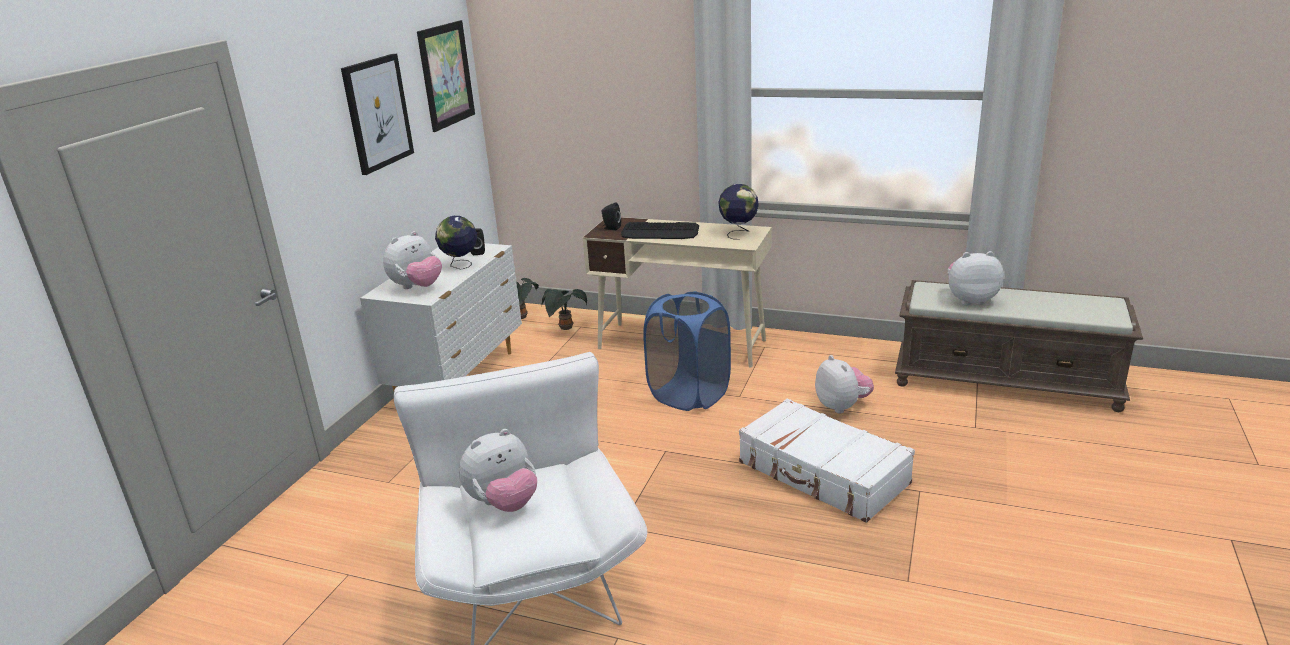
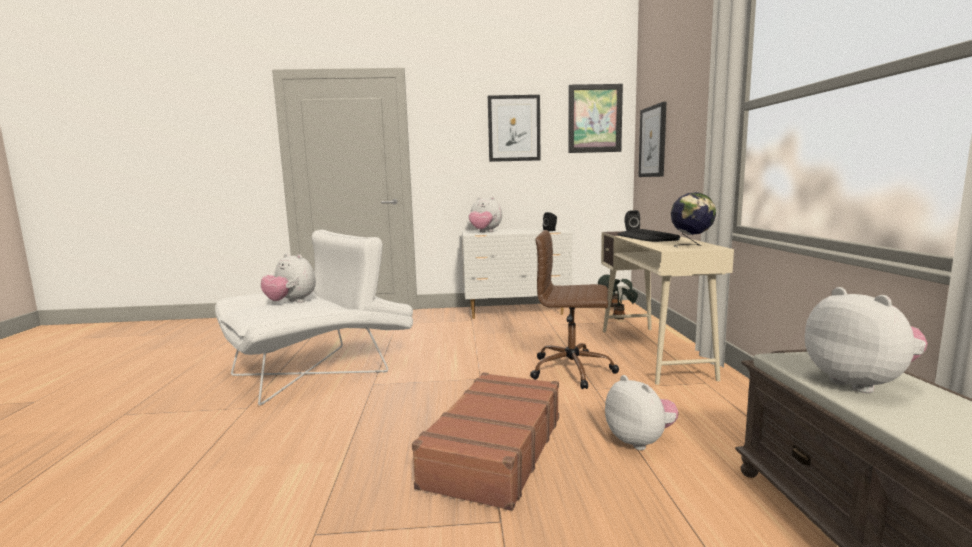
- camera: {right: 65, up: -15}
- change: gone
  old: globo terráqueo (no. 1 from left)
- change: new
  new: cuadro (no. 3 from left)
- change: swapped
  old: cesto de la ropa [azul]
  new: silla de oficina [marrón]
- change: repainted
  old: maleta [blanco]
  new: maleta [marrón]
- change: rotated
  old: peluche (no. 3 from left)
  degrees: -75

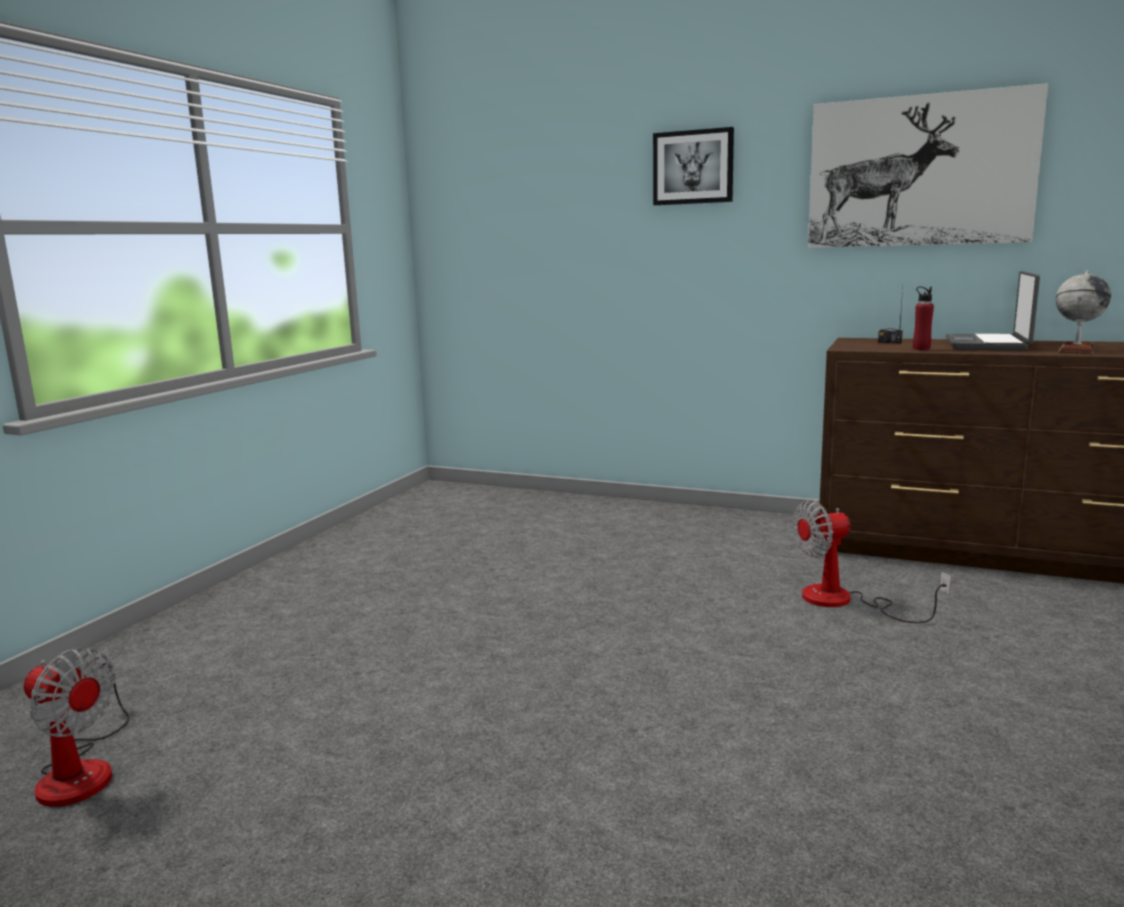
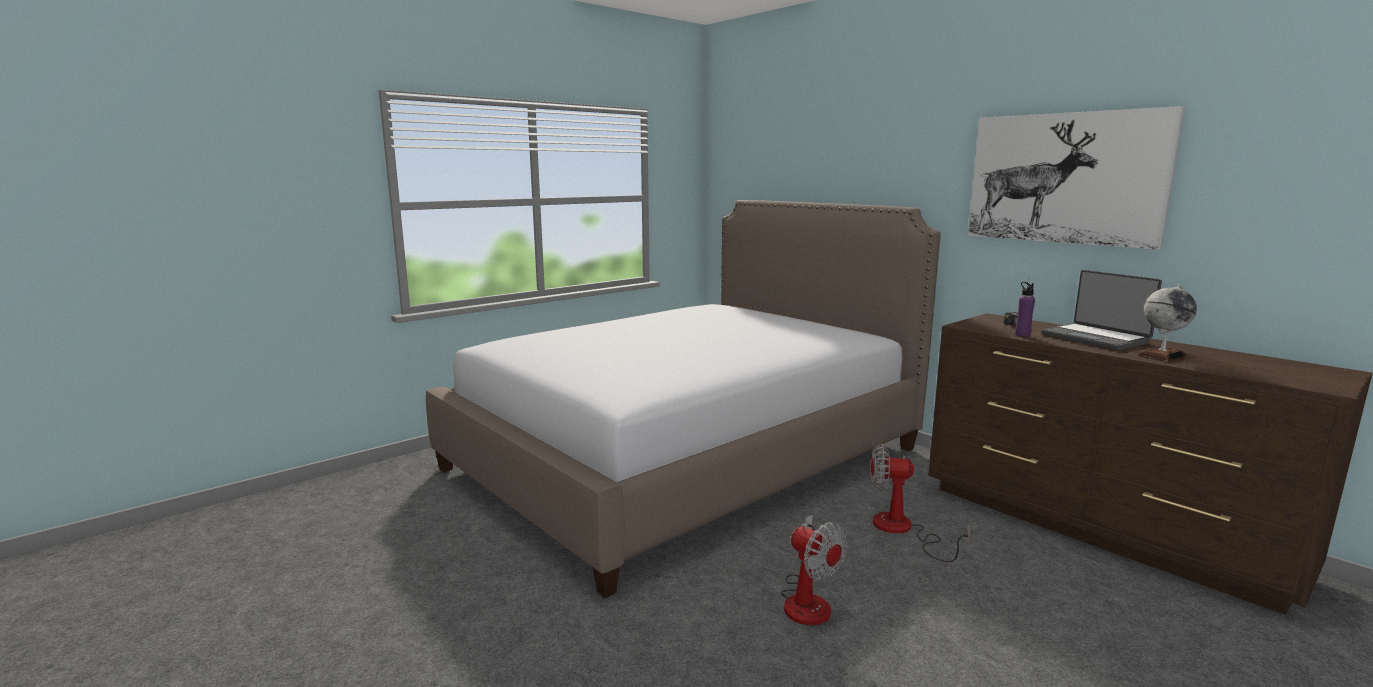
- camera: {right: 25, up: 0}
- change: gone
  old: cuadro (no. 1 from left)
- change: new
  new: cama
- change: shifted
  old: ventilador (no. 1 from left)
- change: repainted
  old: botella [rojo]
  new: botella [morado]
- change: rotated
  old: portátil
  degrees: -75

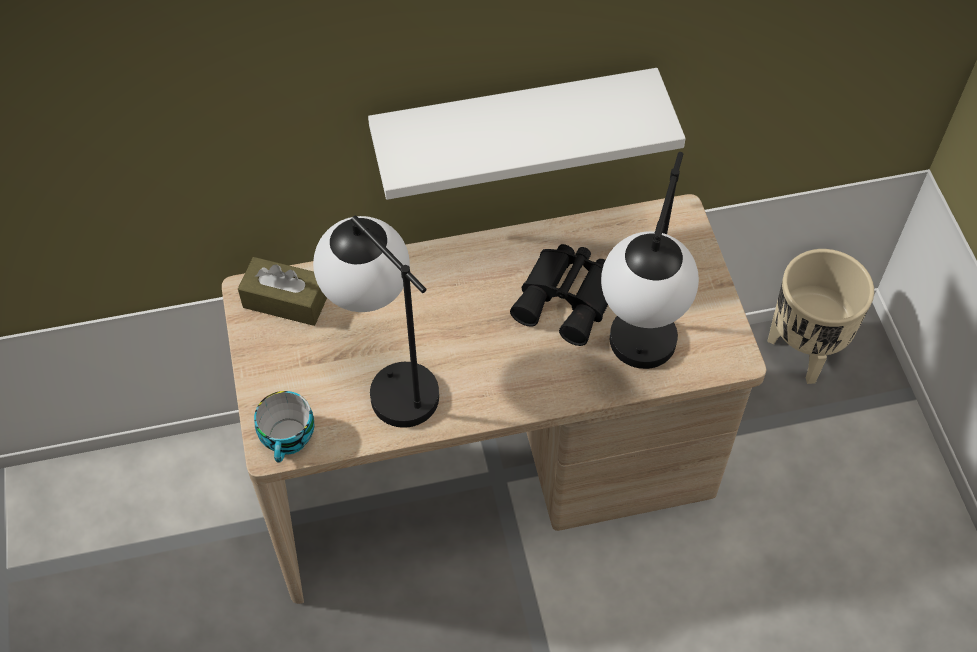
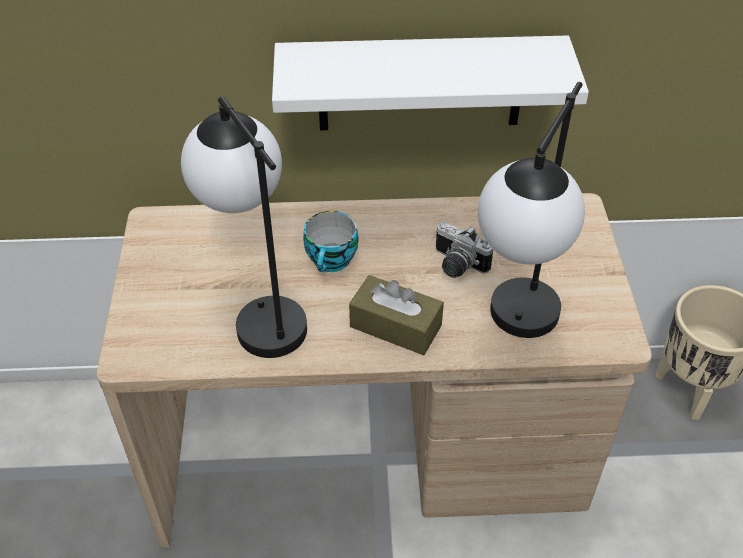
- camera: {right: 10, up: -10}
- change: shifted
  old: caja de pañuelos [marrón]
- change: shifted
  old: taza
- change: swapped
  old: prismáticos [negro]
  new: cámara

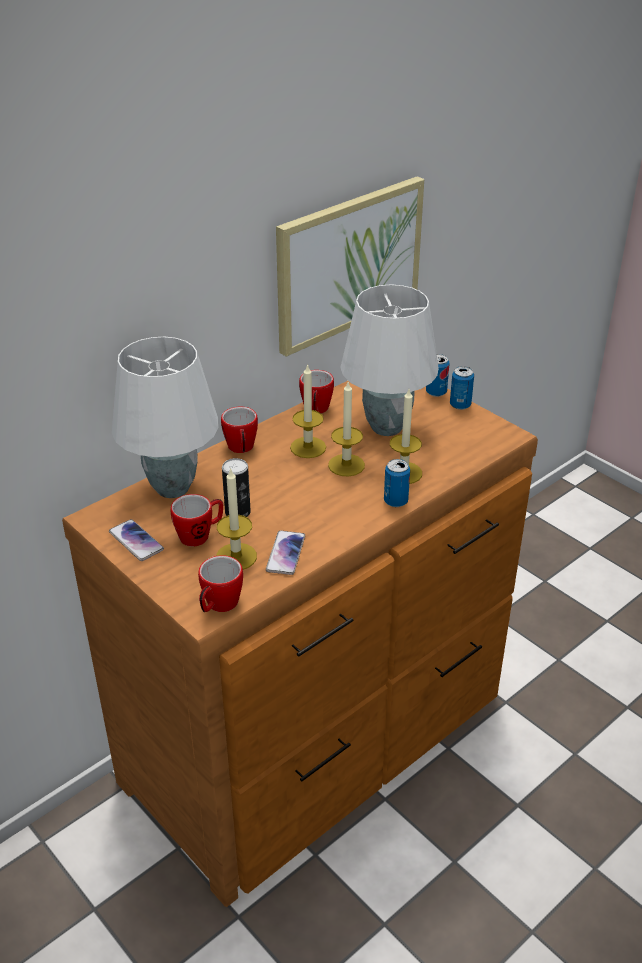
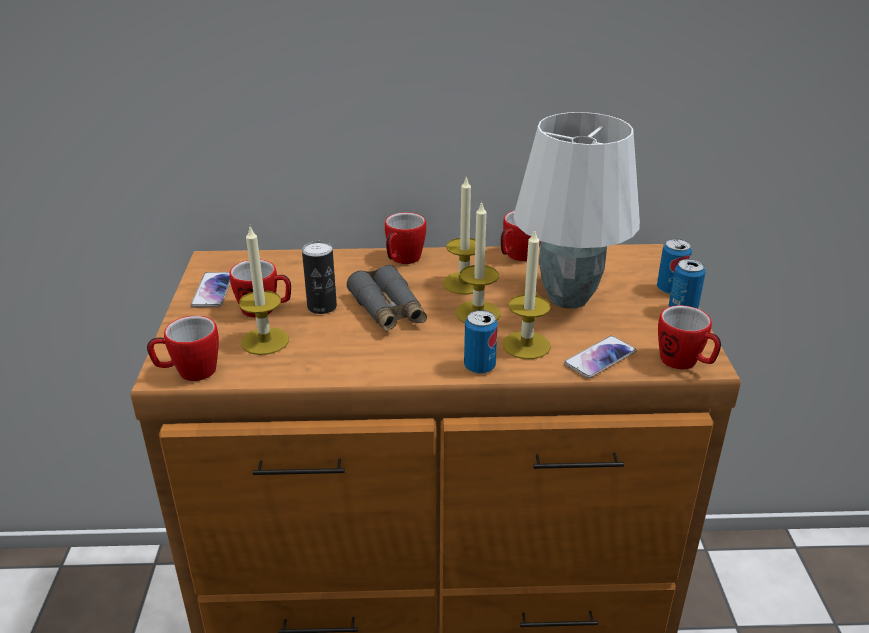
- camera: {right: 40, up: -5}
- change: gone
  old: lámpara de mesa [blanco] (no. 1 from left)
- change: gone
  old: cuadro
- change: new
  new: prismáticos [gris]
- change: new
  new: taza grande (no. 5 from left)
- change: shifted
  old: móvil (no. 2 from left)

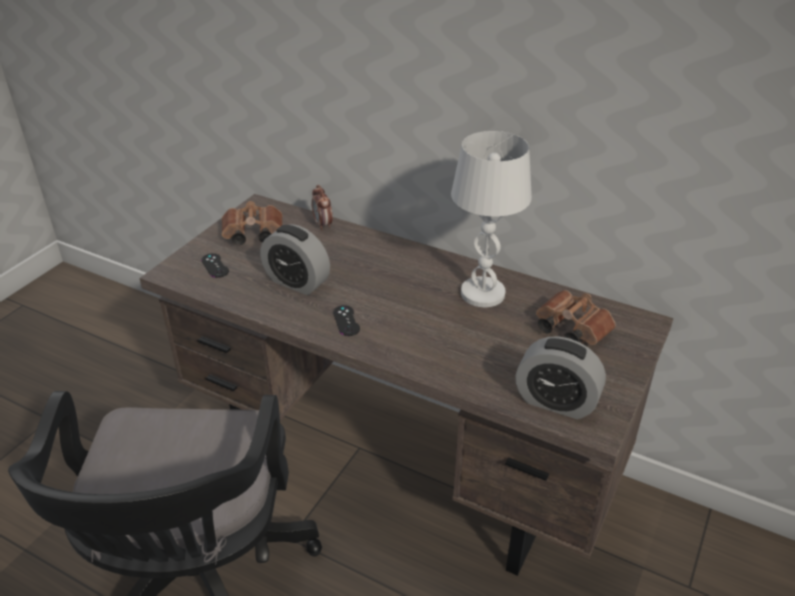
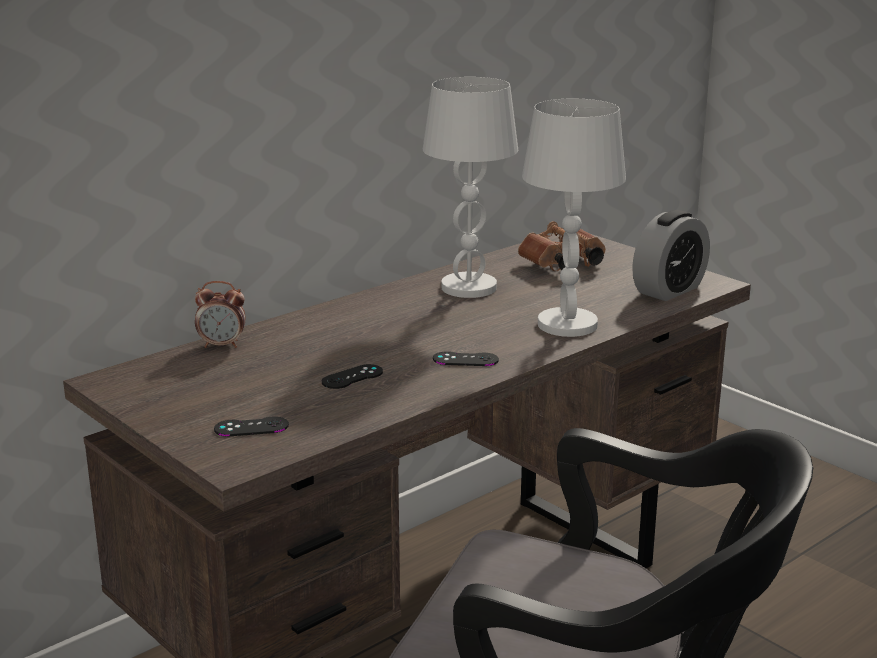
- camera: {right: -70, up: -15}
- change: gone
  old: prismáticos [marrón] (no. 1 from left)
- change: new
  new: lámpara de mesa [blanco] (no. 2 from left)
- change: swapped
  old: despertador (no. 1 from left)
  new: mando de consola [negro] (no. 2 from left)

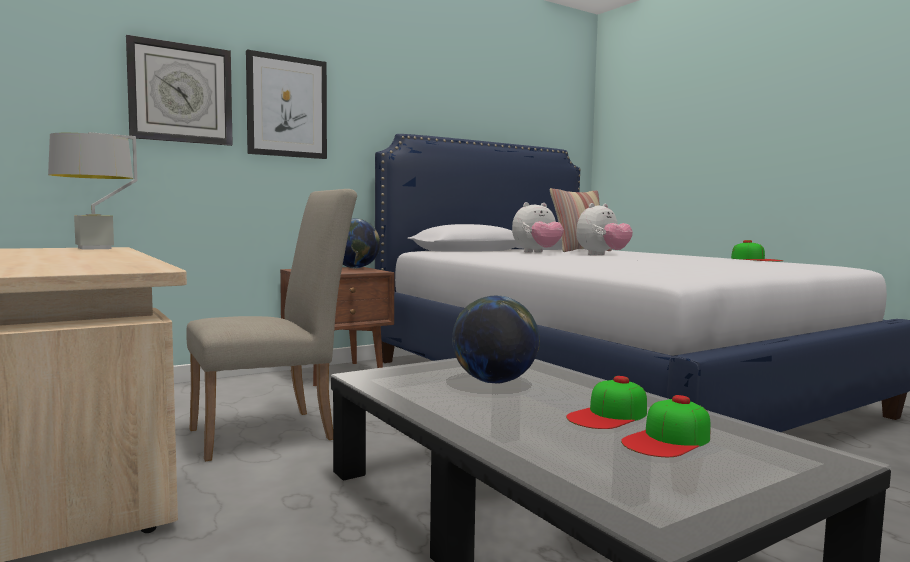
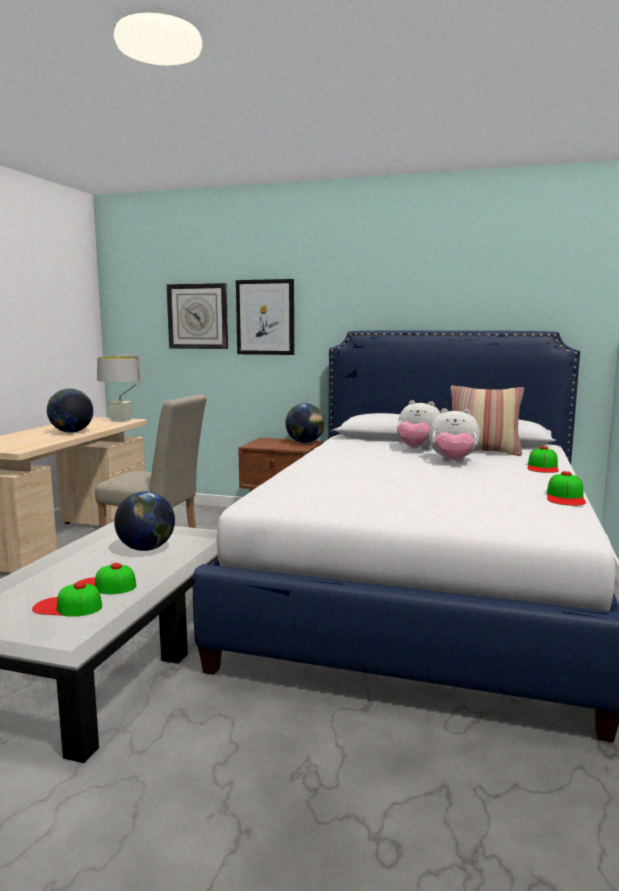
- camera: {right: 50, up: 5}
- change: new
  new: globo terráqueo (no. 1 from left)
- change: new
  new: gorra (no. 3 from left)

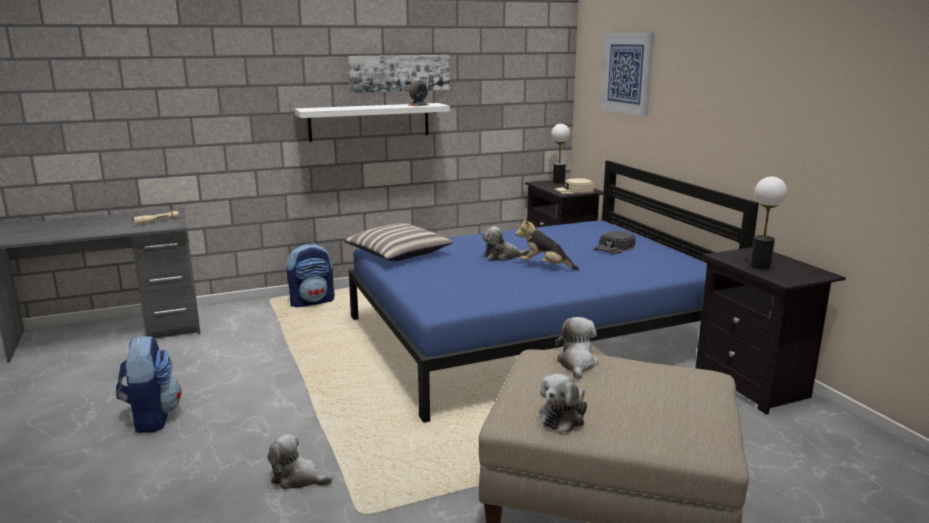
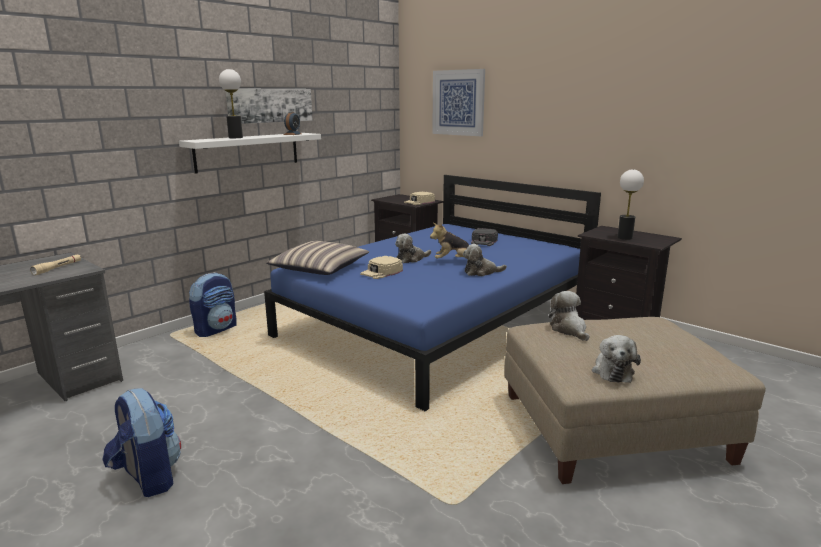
- camera: {right: -25, up: 0}
- change: new
  new: gorra [beis] (no. 1 from left)
- change: shifted
  old: peluche (no. 1 from left in the first image)
  new: peluche (no. 3 from left)
- change: shifted
  old: lámpara de mesa (no. 1 from left)

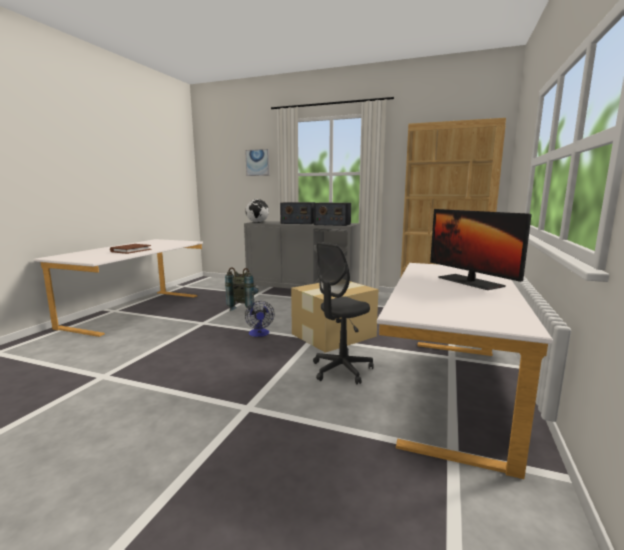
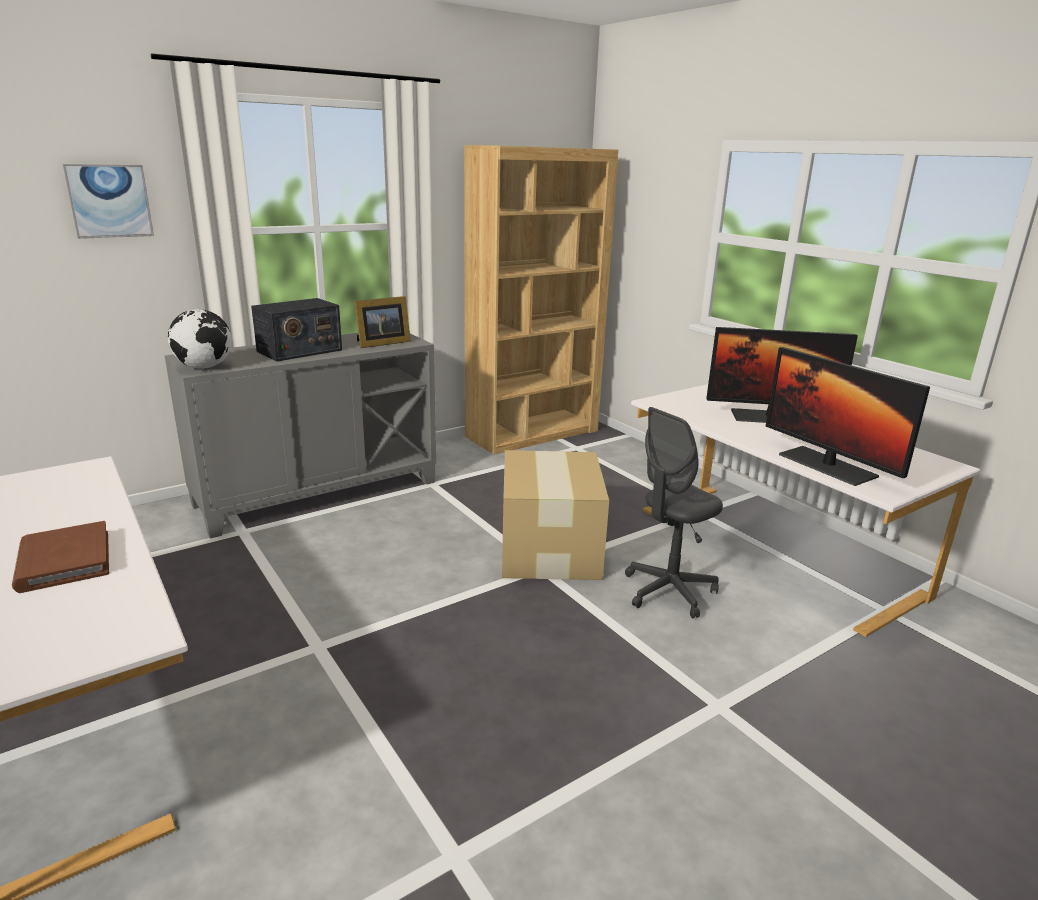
- camera: {right: -55, up: 10}
- change: gone
  old: mochila [gris]
- change: gone
  old: ventilador
- change: new
  new: monitor (no. 2 from left)
- change: swapped
  old: radio (no. 2 from left)
  new: portarretratos
- change: rotated
  old: silla de oficina [gris]
  degrees: 60

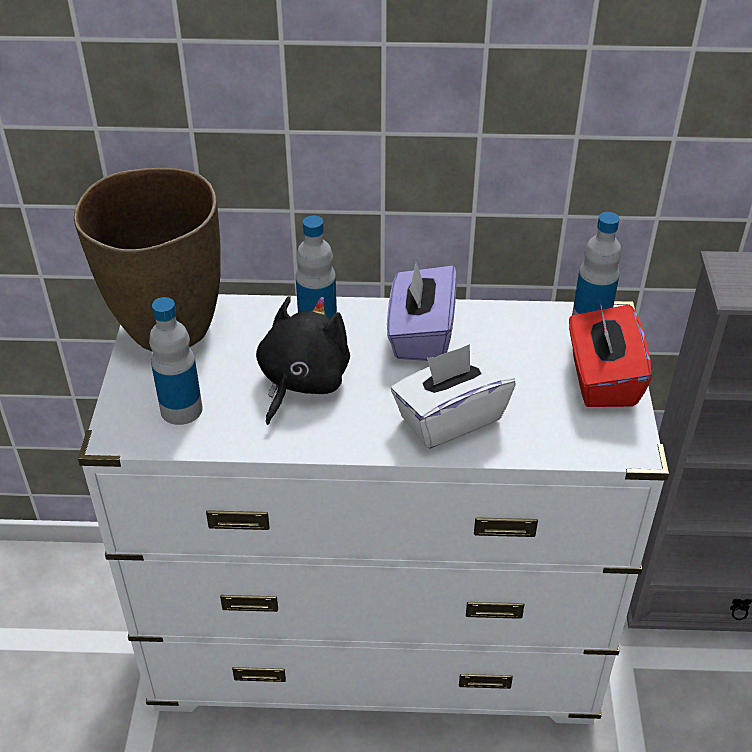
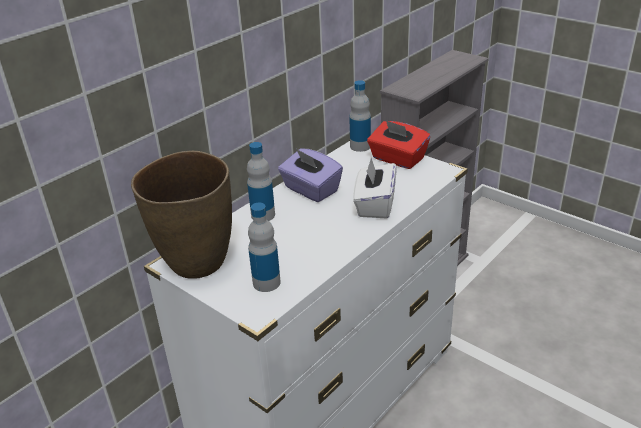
- camera: {right: -50, up: -10}
- change: gone
  old: peluche [negro]

